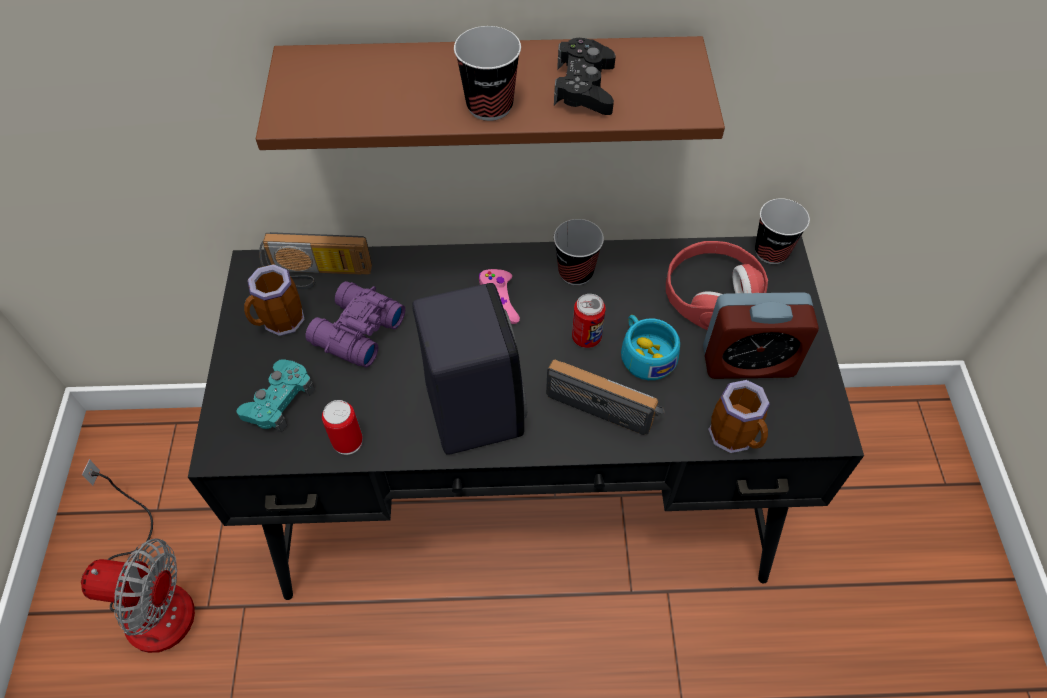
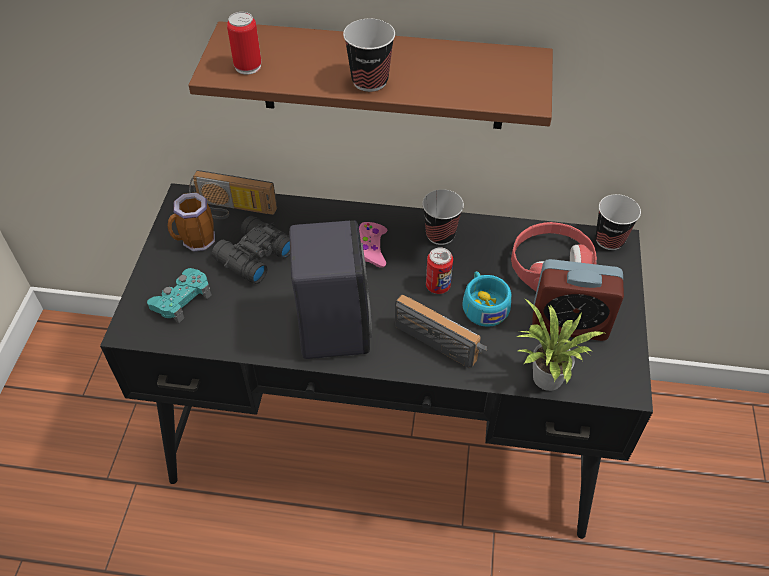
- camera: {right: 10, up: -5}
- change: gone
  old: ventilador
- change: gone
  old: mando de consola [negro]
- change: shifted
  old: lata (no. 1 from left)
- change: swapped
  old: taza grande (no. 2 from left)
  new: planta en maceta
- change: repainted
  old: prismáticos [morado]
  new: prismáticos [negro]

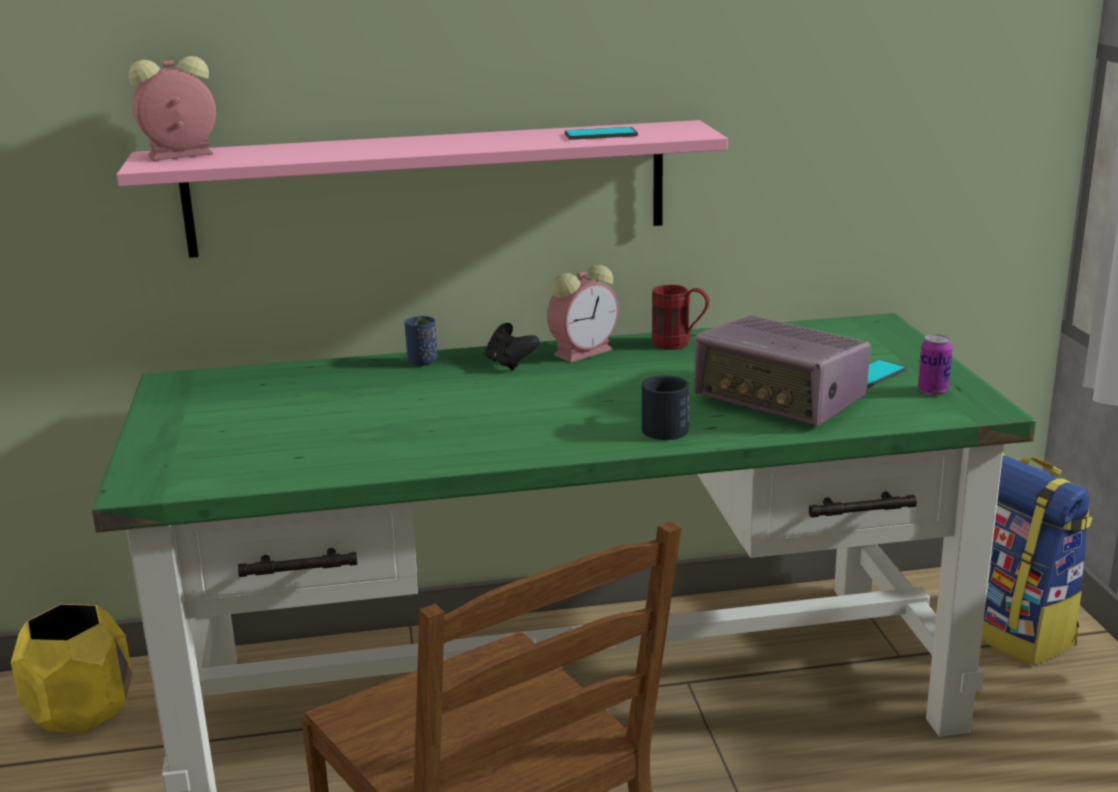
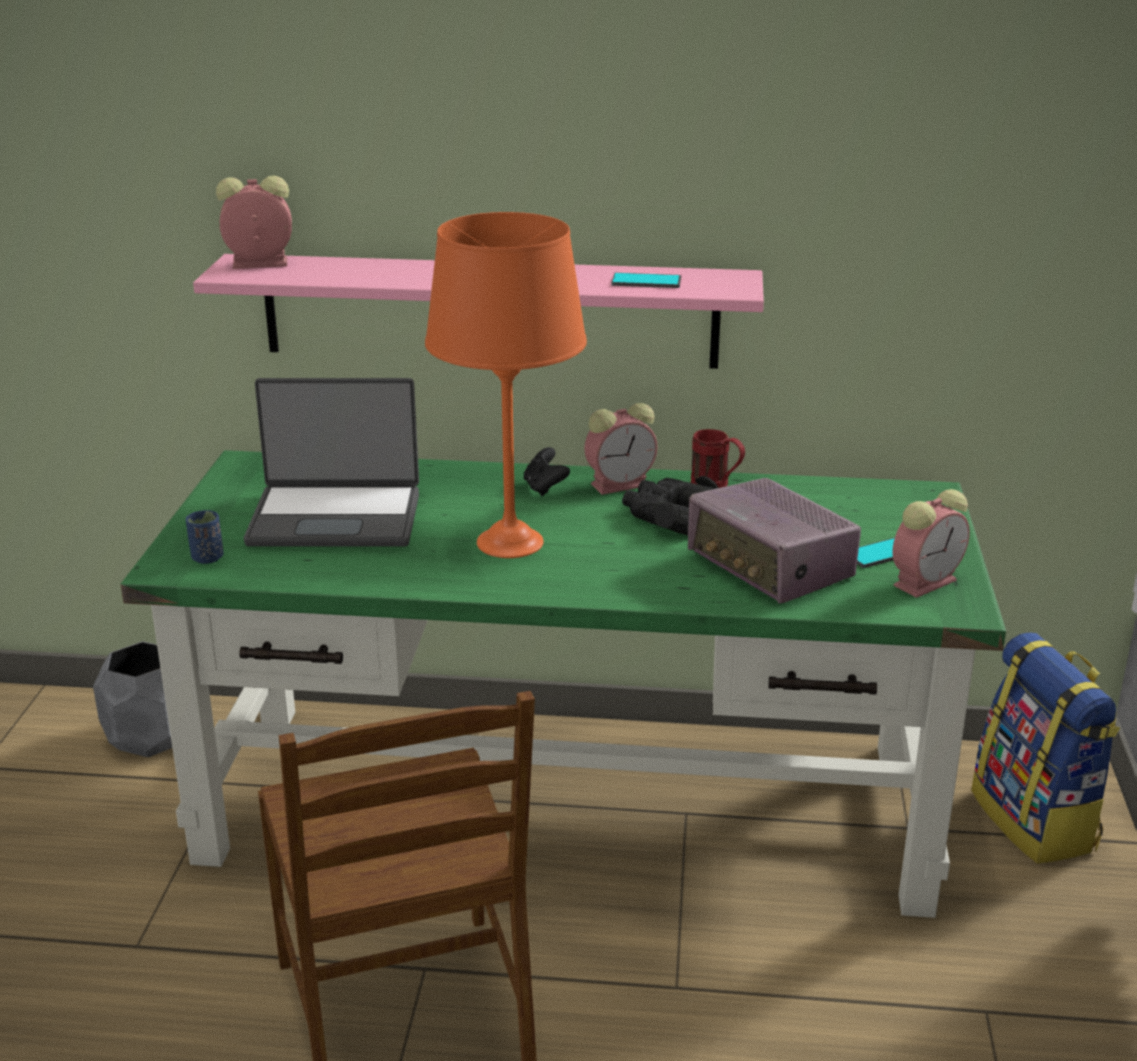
- camera: {right: 15, up: 5}
- change: gone
  old: taza grande [negro]
- change: new
  new: portátil
- change: new
  new: lámpara de mesa [naranja]
- change: new
  new: prismáticos [negro]
- change: shifted
  old: taza [azul]
- change: swapped
  old: lata
  new: despertador (no. 3 from left)
- change: repainted
  old: maceta [amarillo]
  new: maceta [gris]

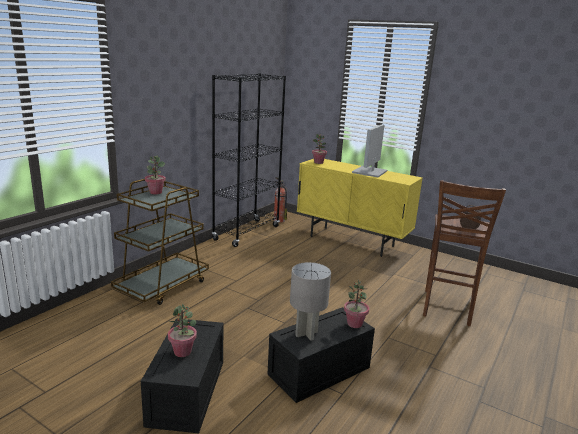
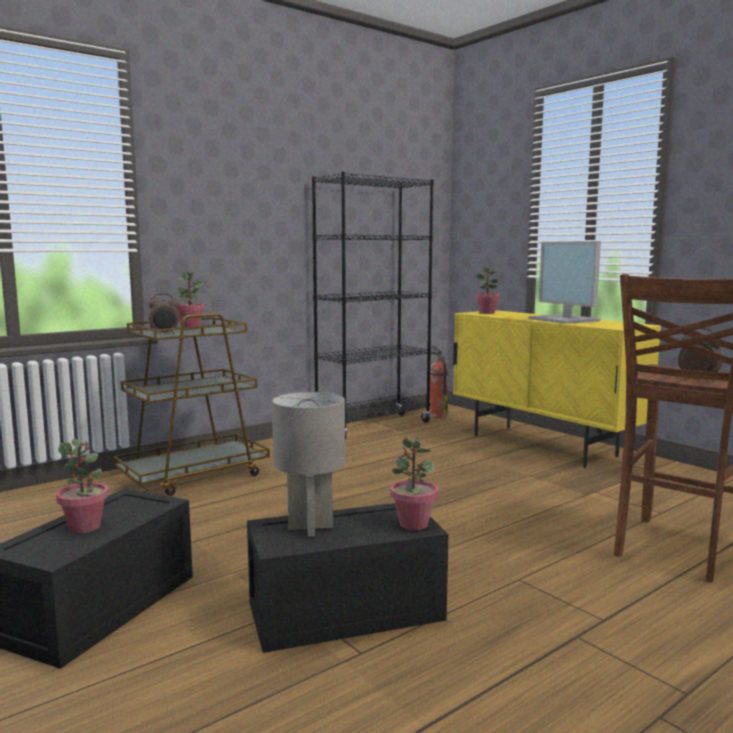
- camera: {right: 20, up: -10}
- change: new
  new: despertador (no. 1 from left)
- change: rotated
  old: monitor
  degrees: -75

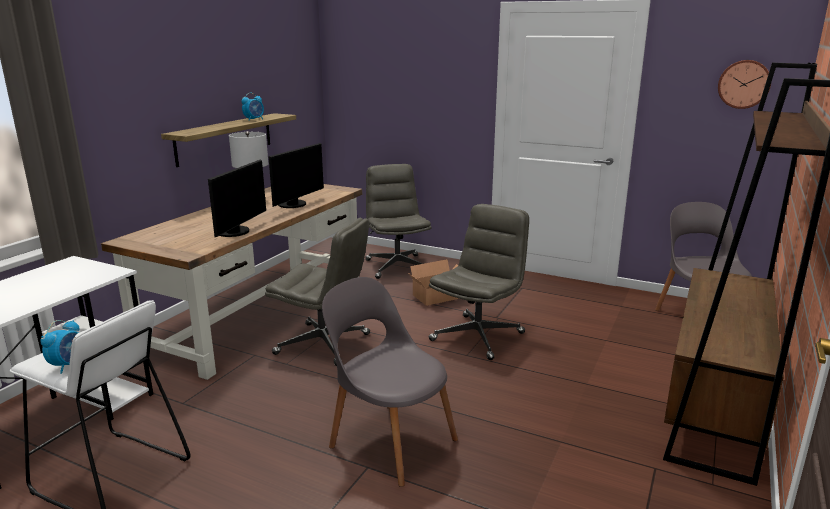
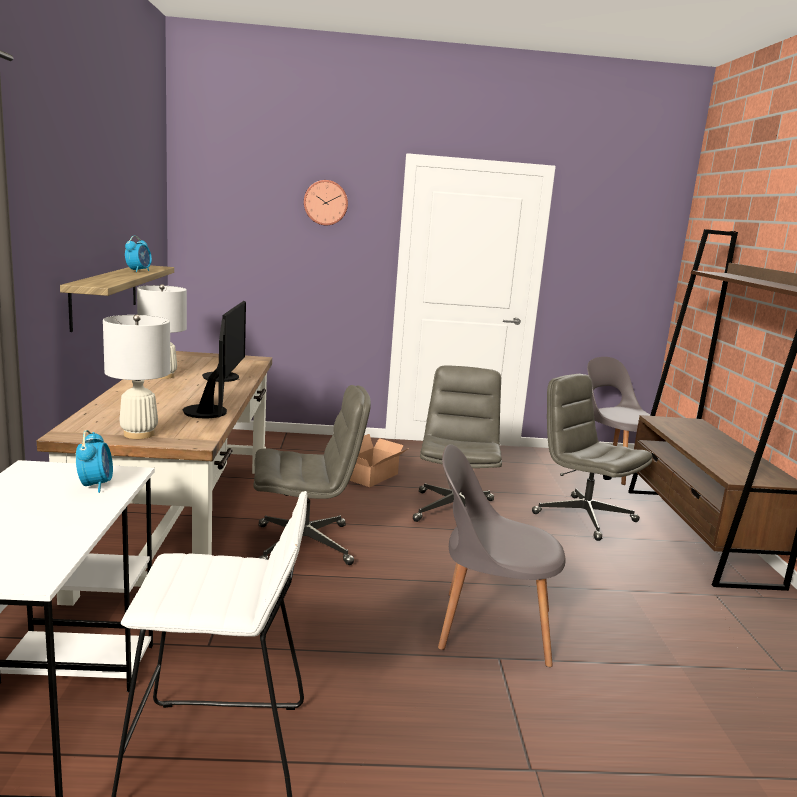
- camera: {right: -30, up: -5}
- change: new
  new: lámpara de mesa [blanco] (no. 1 from left)
- change: shifted
  old: despertador (no. 1 from left)
- change: shifted
  old: silla de oficina [gris] (no. 2 from left in the first image)
  new: silla de oficina [gris] (no. 3 from left)
- change: shifted
  old: reloj de pared

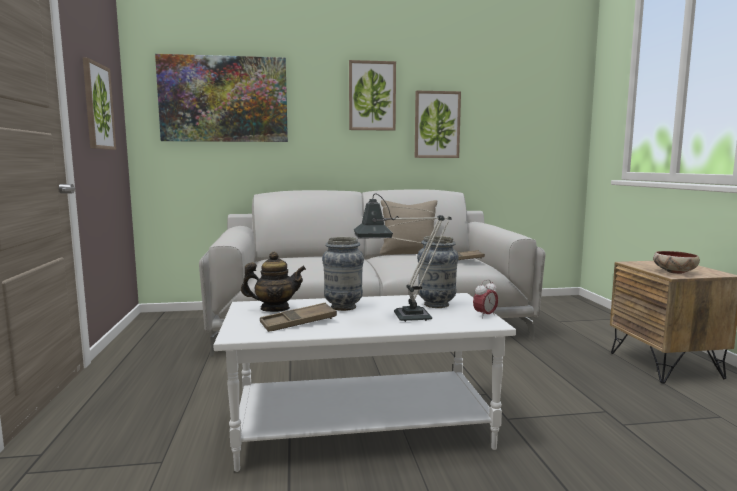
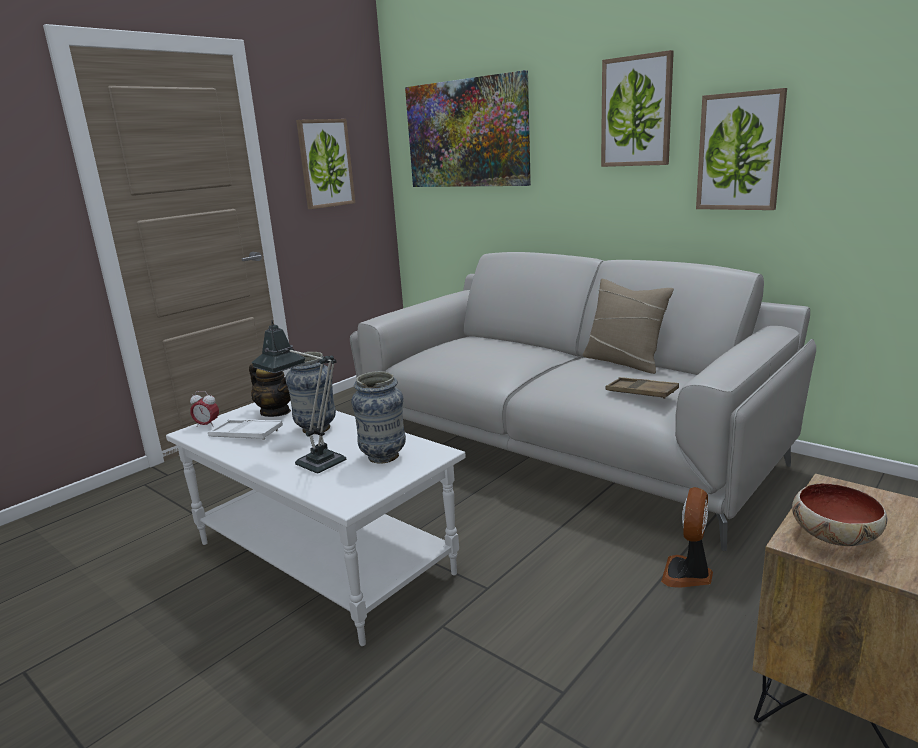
- camera: {right: 50, up: 10}
- change: new
  new: ventilador
- change: shifted
  old: despertador
- change: repainted
  old: bandeja [marrón] (no. 1 from left)
  new: bandeja [blanco]

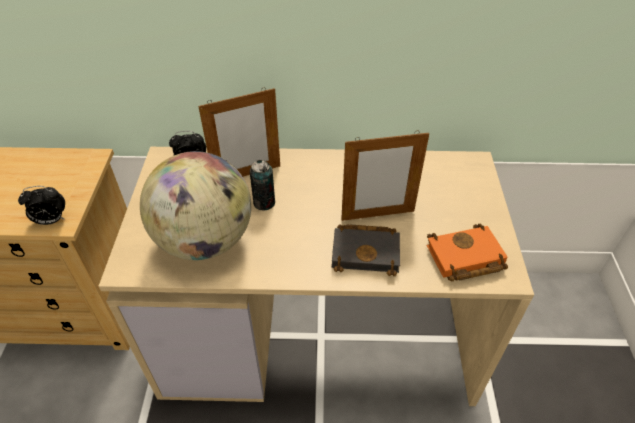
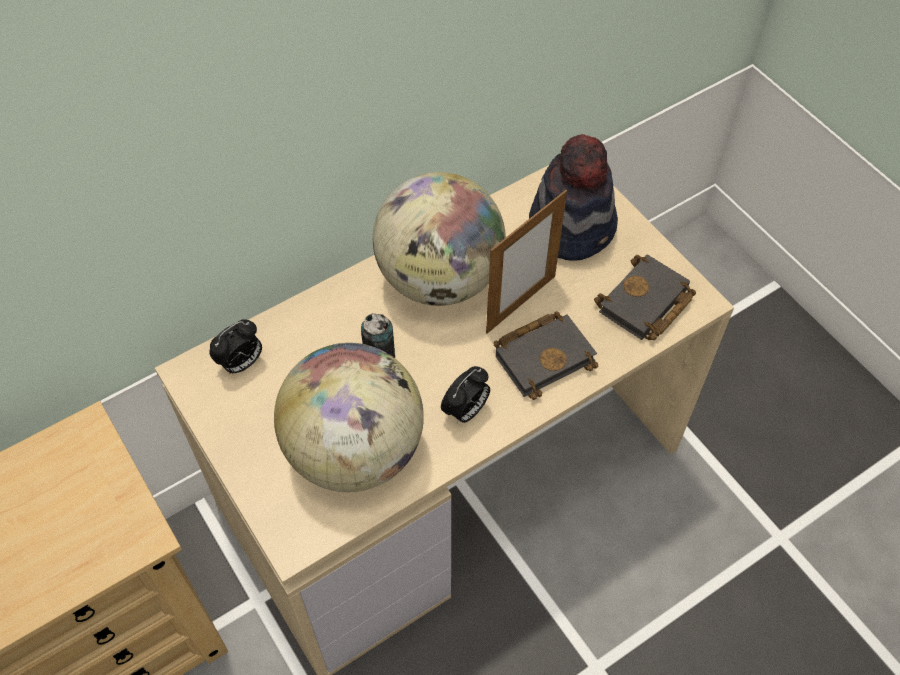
- camera: {right: -35, up: 10}
- change: gone
  old: portarretratos (no. 1 from left)
- change: new
  new: globo terráqueo (no. 2 from left)
- change: new
  new: sombrero
- change: shifted
  old: despertador (no. 1 from left in the first image)
  new: despertador (no. 2 from left)
- change: repainted
  old: libro [naranja]
  new: libro [negro] (no. 2 from left)

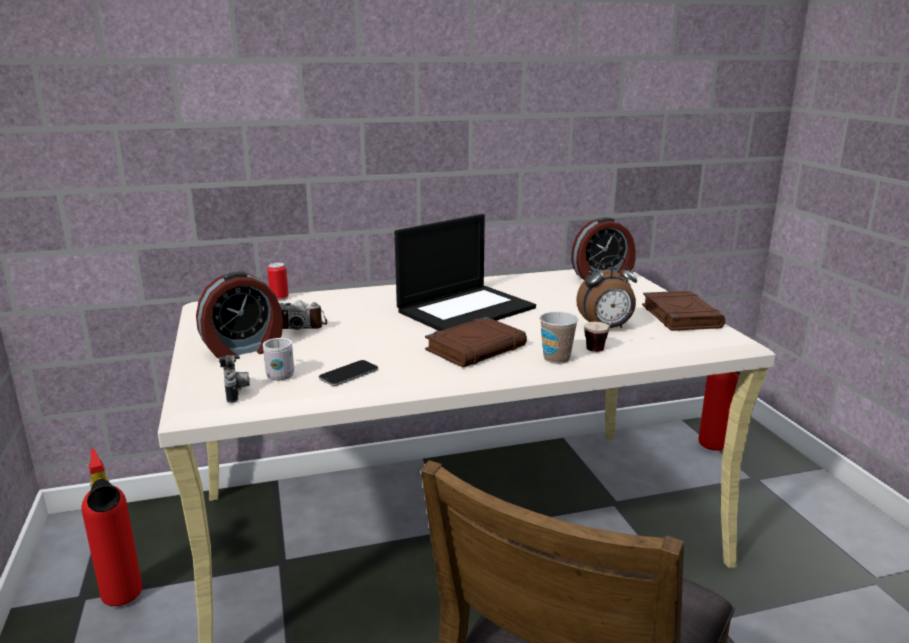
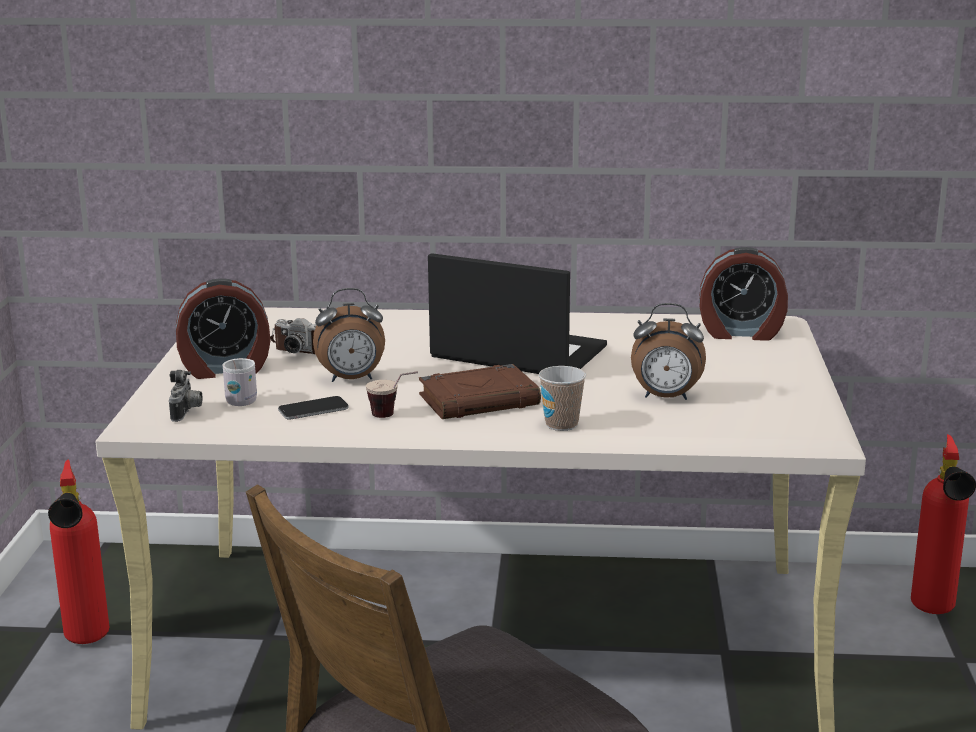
- camera: {right: 20, up: 0}
- change: gone
  old: lata
- change: gone
  old: libro [marrón] (no. 2 from left)
- change: new
  new: despertador (no. 2 from left)
- change: shifted
  old: taza (no. 2 from left in the first image)
  new: taza (no. 1 from left)
- change: rotated
  old: portátil
  degrees: -135

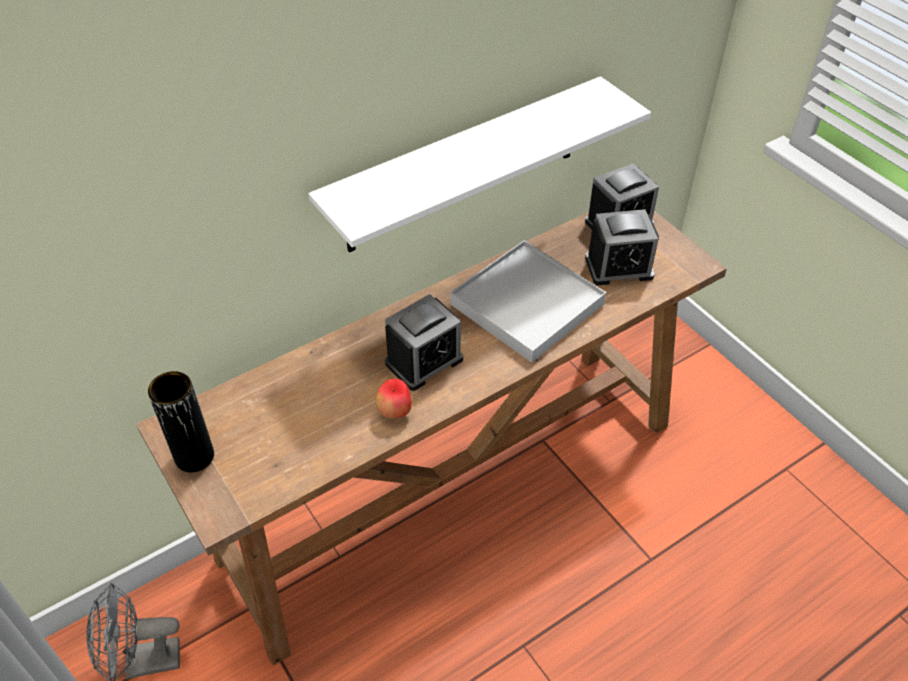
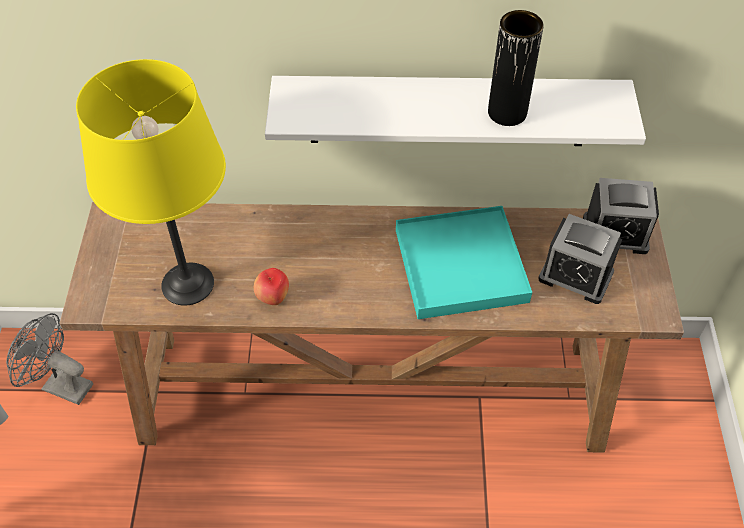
- camera: {right: 35, up: 5}
- change: gone
  old: despertador (no. 1 from left)
- change: new
  new: lámpara de mesa [amarillo]
- change: shifted
  old: florero [negro]
- change: repainted
  old: bandeja [blanco]
  new: bandeja [turquesa]

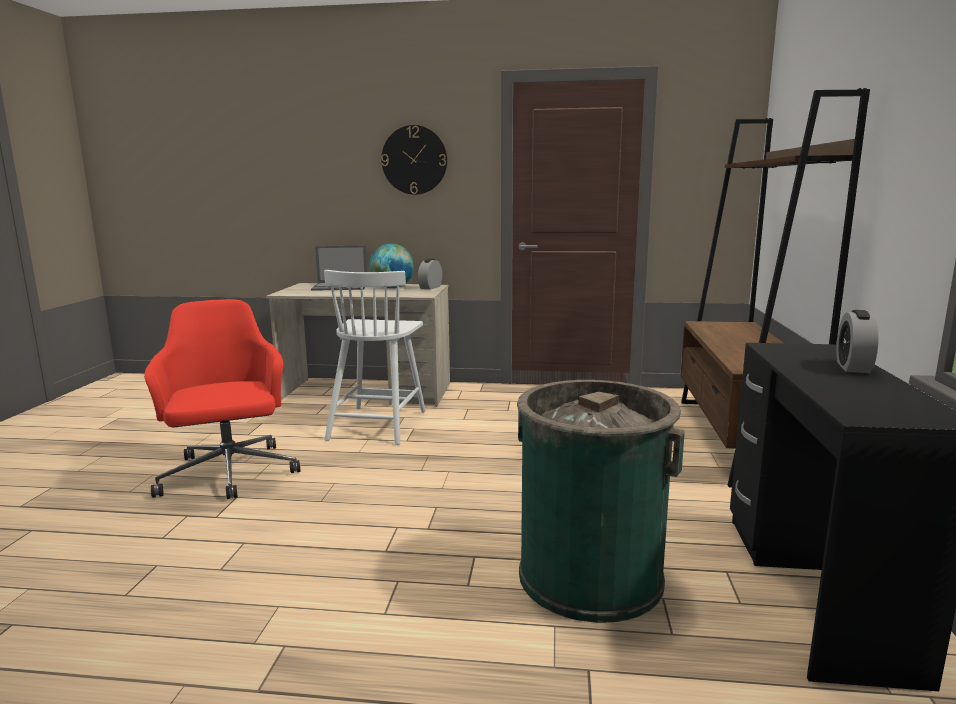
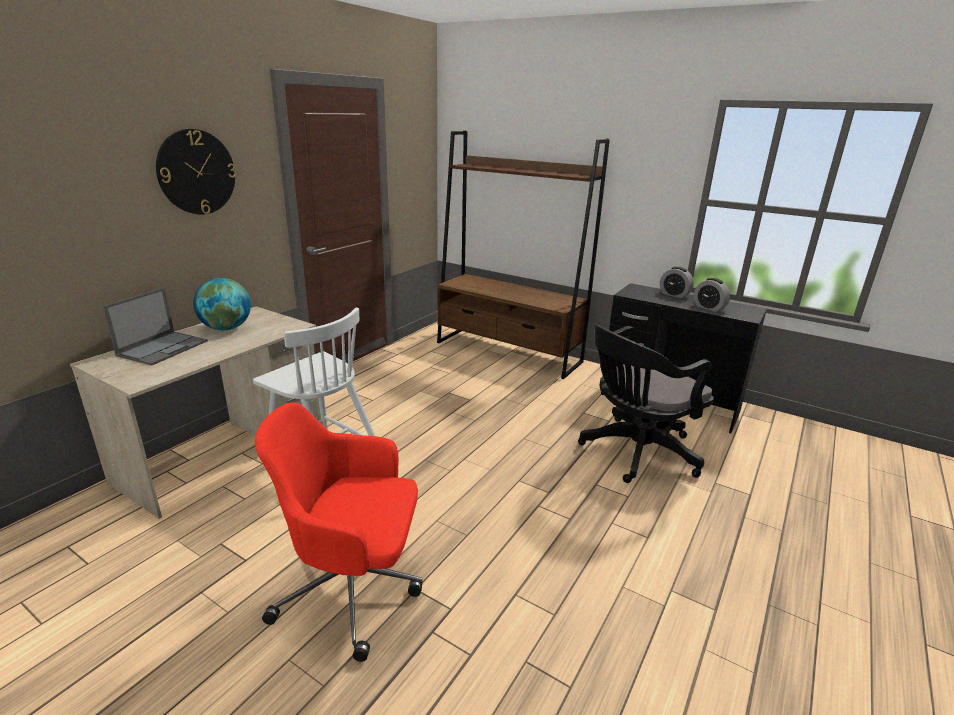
- camera: {right: -65, up: 10}
- change: shifted
  old: despertador (no. 1 from left in the first image)
  new: despertador (no. 2 from left)
- change: swapped
  old: papelera [verde]
  new: silla de oficina [negro]

